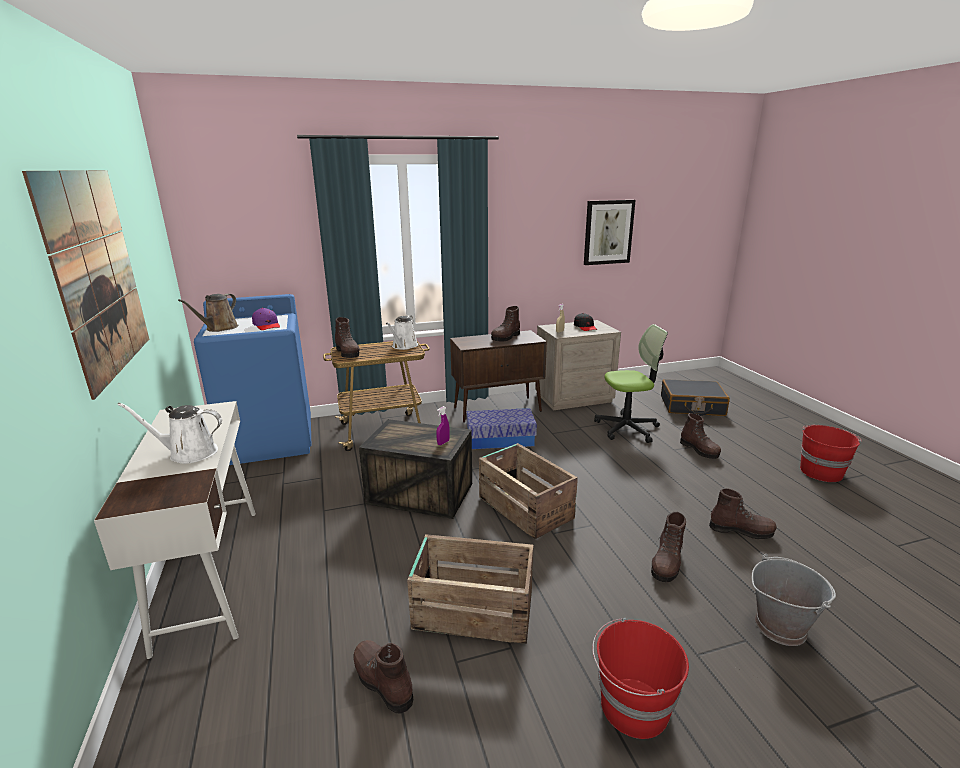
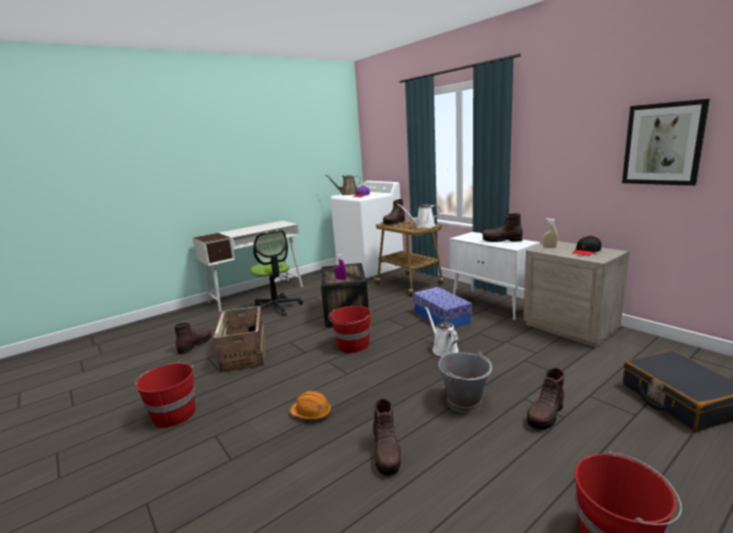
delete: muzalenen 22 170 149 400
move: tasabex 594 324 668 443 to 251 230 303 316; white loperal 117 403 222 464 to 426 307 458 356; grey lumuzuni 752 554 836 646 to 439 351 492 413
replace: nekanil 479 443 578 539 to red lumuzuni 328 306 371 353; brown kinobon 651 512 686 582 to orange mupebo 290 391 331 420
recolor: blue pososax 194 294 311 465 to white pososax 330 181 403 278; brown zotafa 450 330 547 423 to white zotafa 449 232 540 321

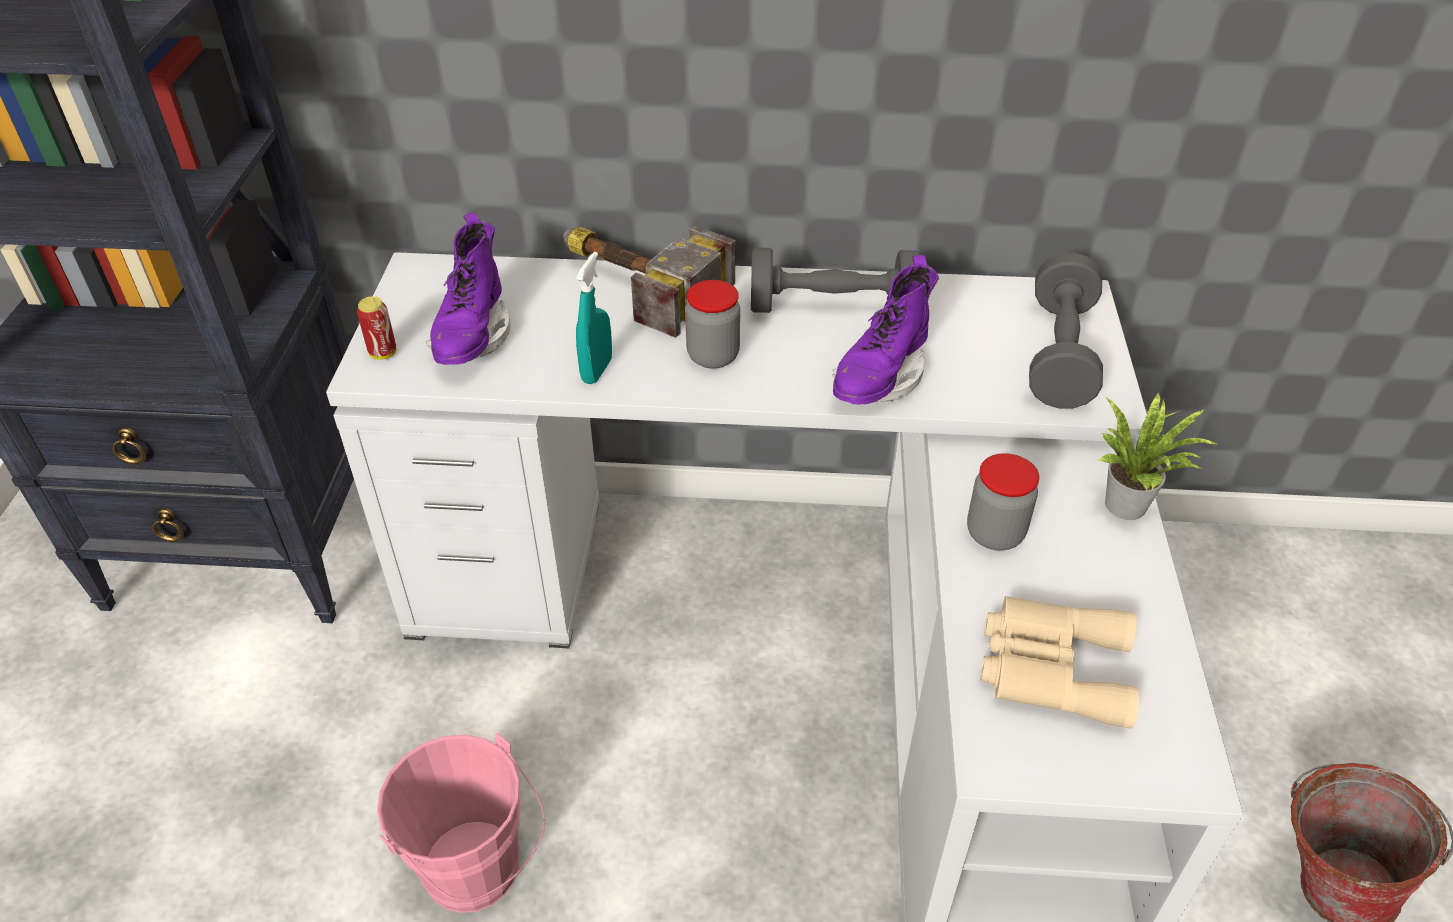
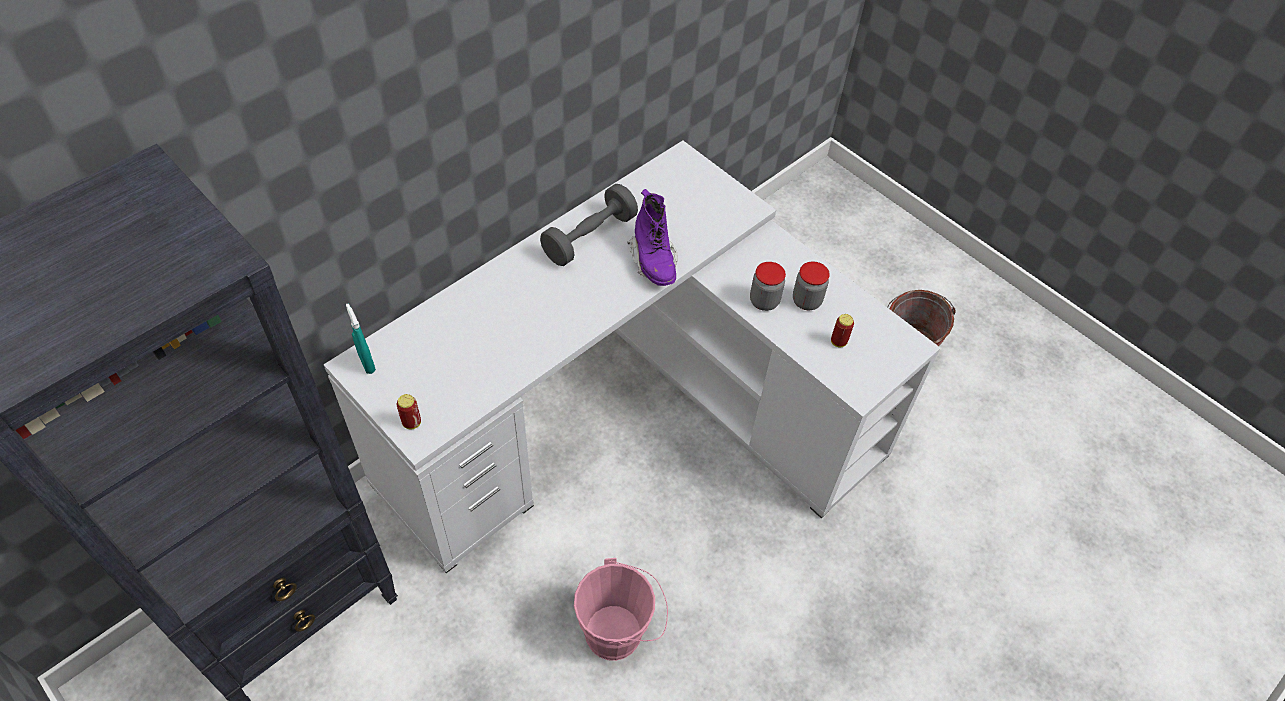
delete: purple kinobon 426 212 510 365; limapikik 563 225 736 338; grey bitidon 1029 253 1103 408; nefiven 1098 393 1219 520
move: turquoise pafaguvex 576 252 612 384 to 346 304 376 374; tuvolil 685 280 740 369 to 793 261 830 310
replace: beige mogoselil 981 596 1139 729 to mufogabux 831 314 854 347

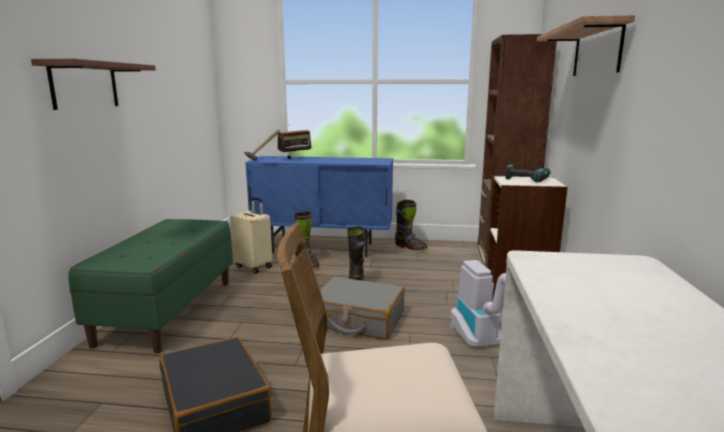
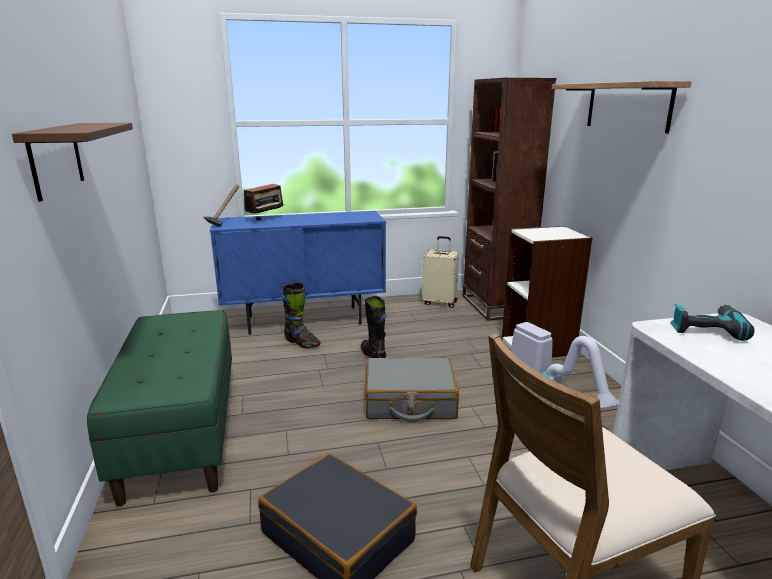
delete: black kinobon 395 200 428 250
move: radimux 506 164 551 182 to 670 304 755 341; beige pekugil 230 197 272 273 to 422 236 459 308

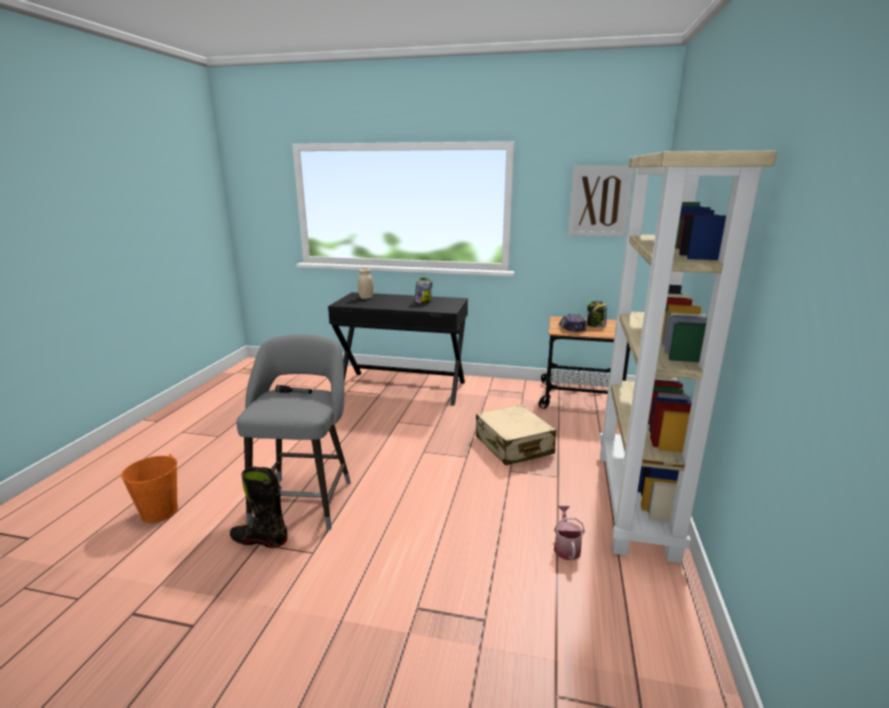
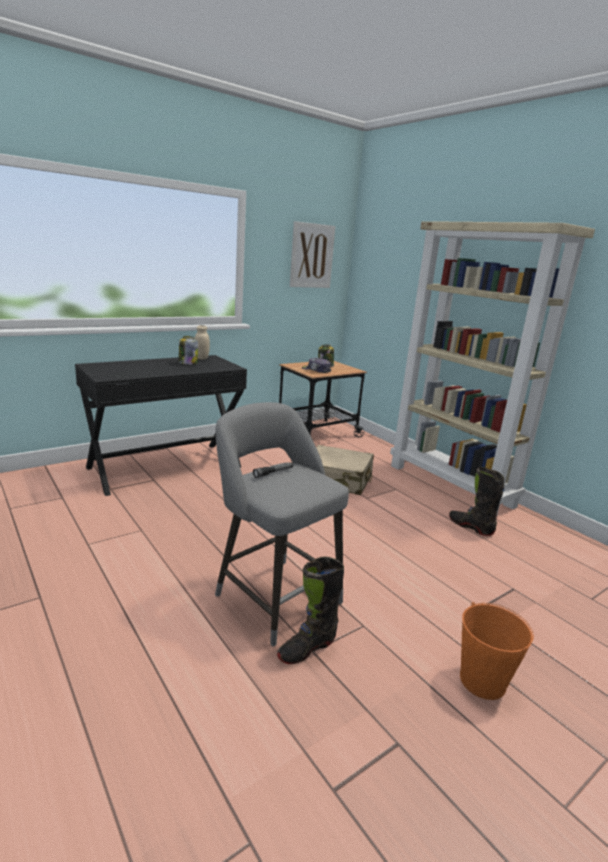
move: beige tuvolil 358 268 373 299 to 195 325 210 360; orange lumuzuni 121 454 178 523 to 460 602 534 700
replace: loperal 554 506 585 560 to black kinobon 449 467 505 536

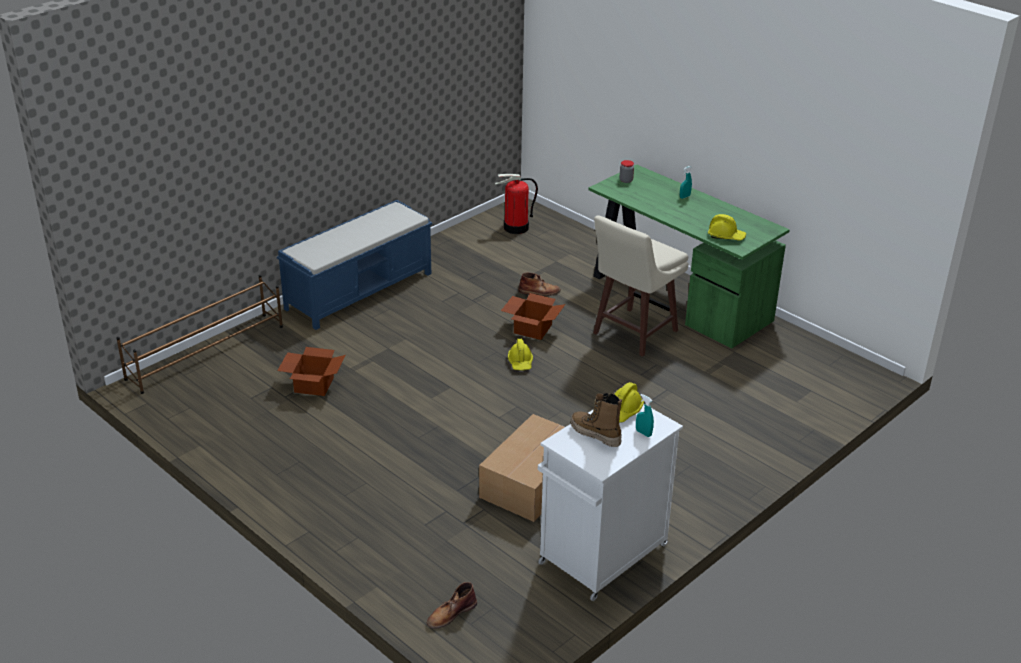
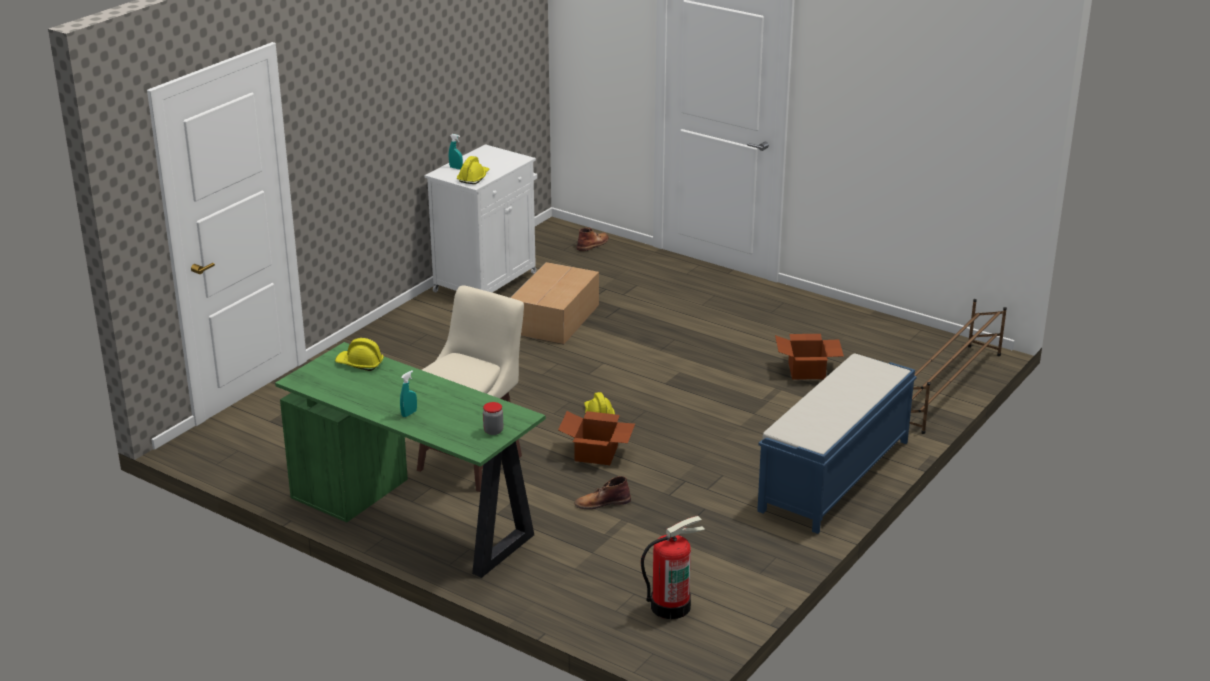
delete: kinobon 571 393 622 447

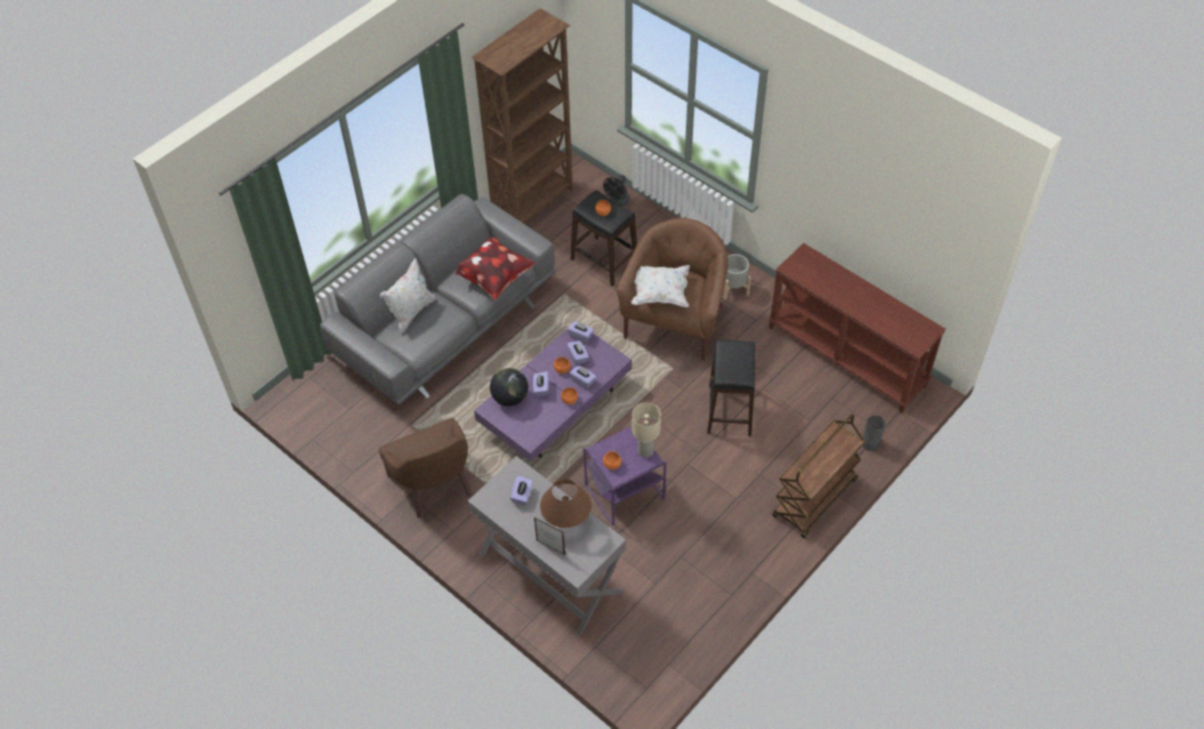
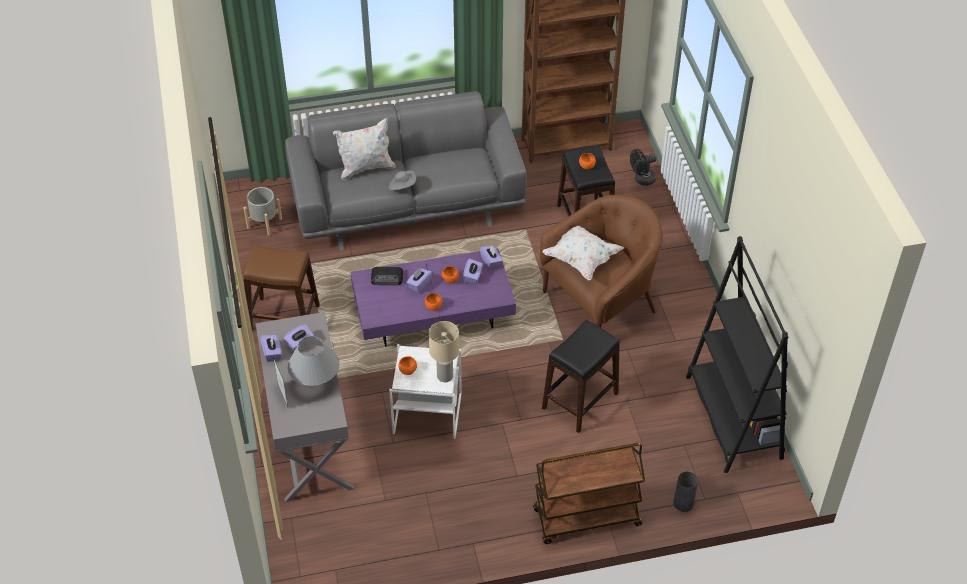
delete: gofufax 456 237 536 300
insert: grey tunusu 389 170 416 190
move: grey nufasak 724 254 751 300 to 244 187 282 236; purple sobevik 569 365 596 389 to 260 335 282 362
replace: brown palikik 768 243 946 413 to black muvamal 686 236 788 473; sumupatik 490 368 528 406 to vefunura 371 267 403 285; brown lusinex 379 418 472 518 to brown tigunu 243 246 320 330
recolor: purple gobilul 583 422 666 526 to white gobilul 389 344 462 439; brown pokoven 540 479 591 528 to grey pokoven 287 336 340 386

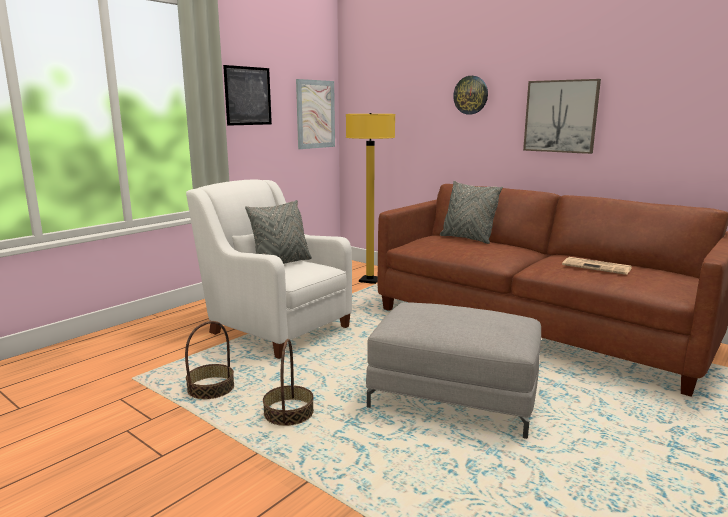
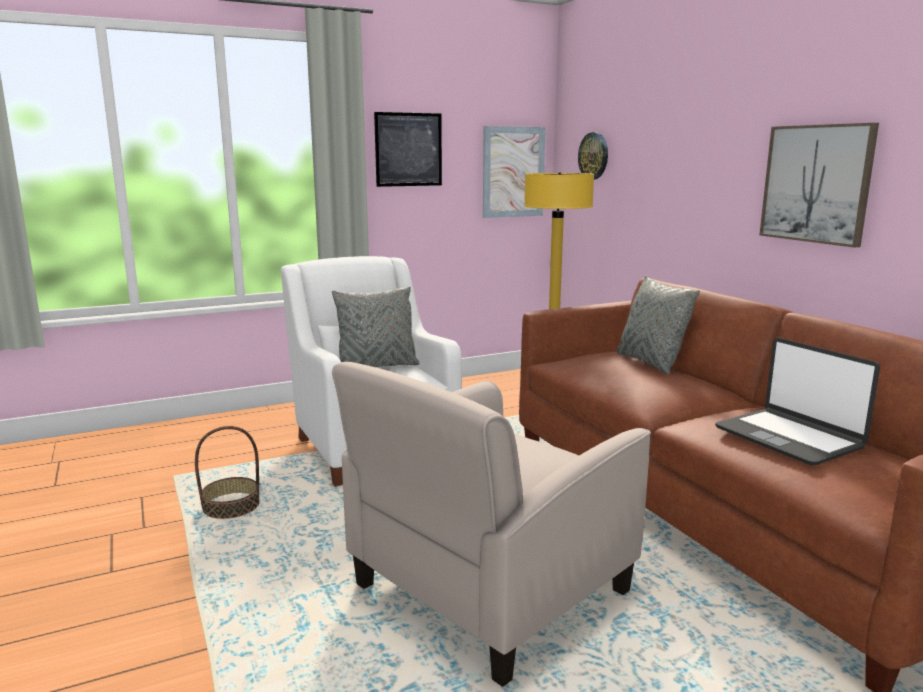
delete: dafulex 263 339 314 426
move: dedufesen 453 76 488 114 to 578 132 608 180
replace: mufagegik 562 257 632 275 to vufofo 715 338 880 465; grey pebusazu 366 302 541 439 to beige lusinex 332 362 651 687

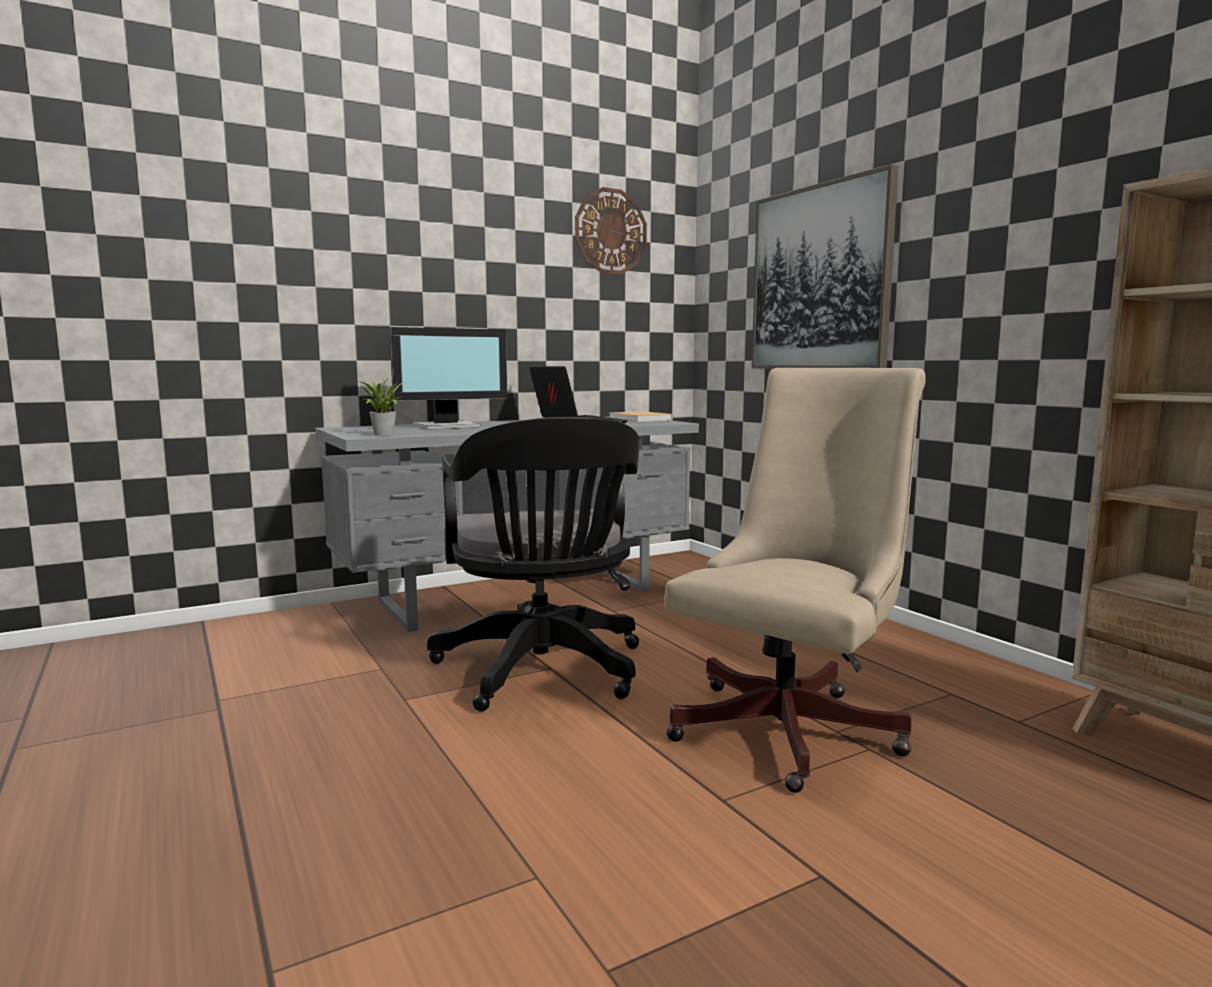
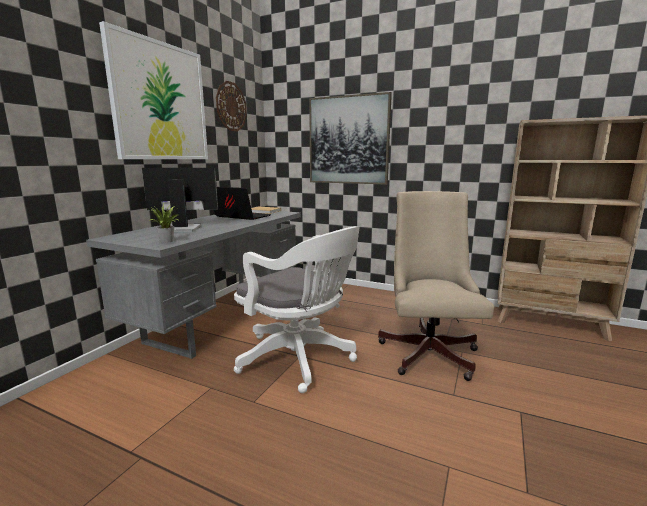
insert: muzalenen 99 21 208 159
recolor: black tasabex 427 417 640 712 to white tasabex 234 226 360 393
rotate: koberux 389 327 507 430 = 142 168 218 232 120 degrees counterclockwise

